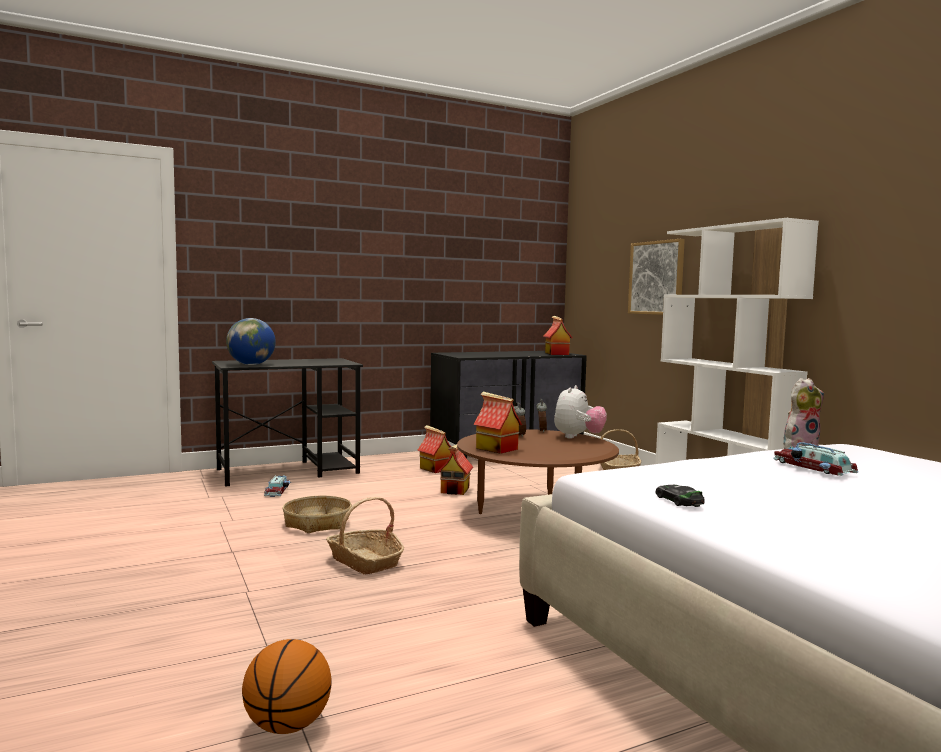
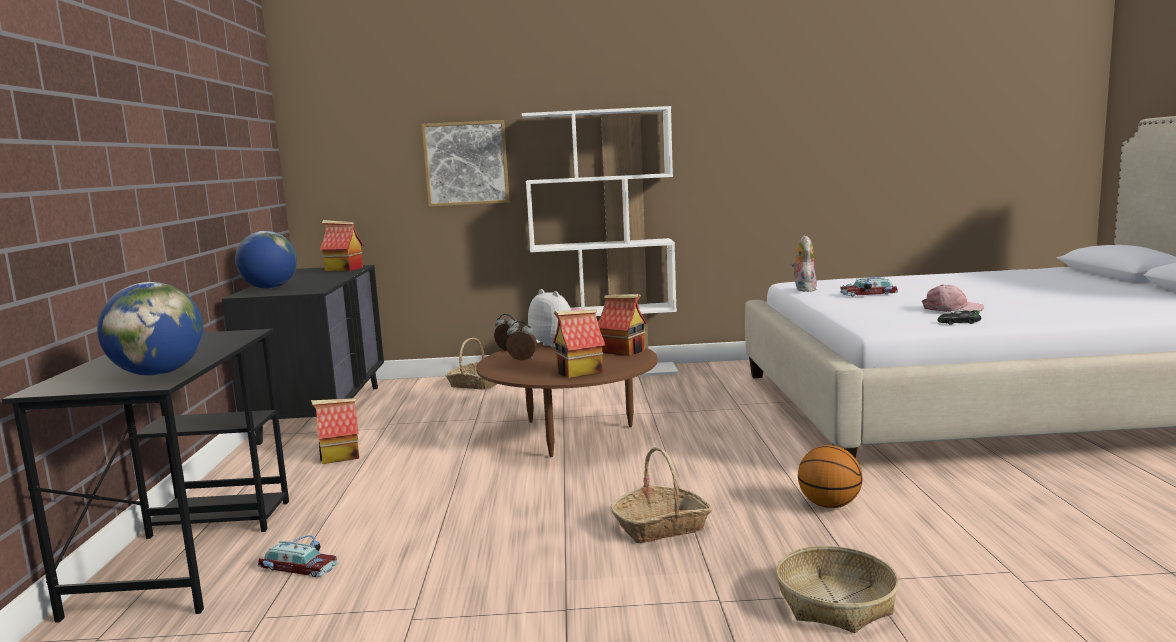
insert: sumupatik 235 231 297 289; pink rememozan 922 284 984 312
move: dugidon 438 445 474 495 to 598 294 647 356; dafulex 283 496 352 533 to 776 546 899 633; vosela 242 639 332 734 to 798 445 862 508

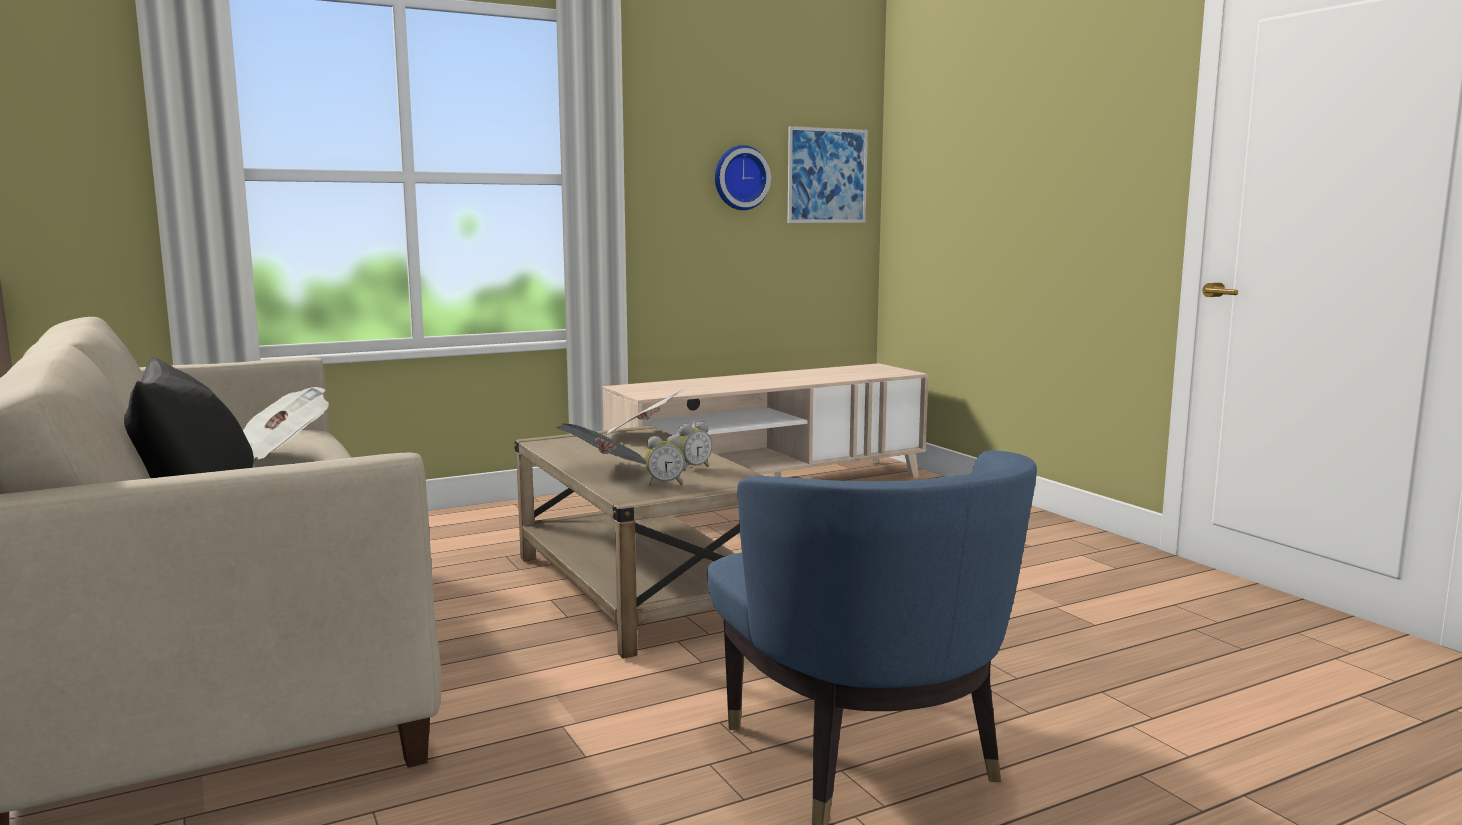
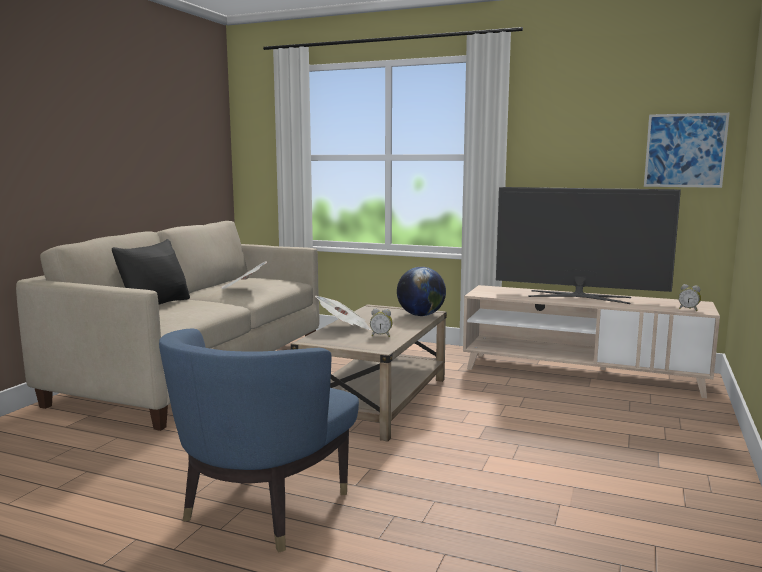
delete: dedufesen 715 145 771 210
insert: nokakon 496 187 681 304
move: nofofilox 645 435 685 486 to 678 284 701 311
replace: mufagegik 604 389 685 436 to sumupatik 397 267 446 316

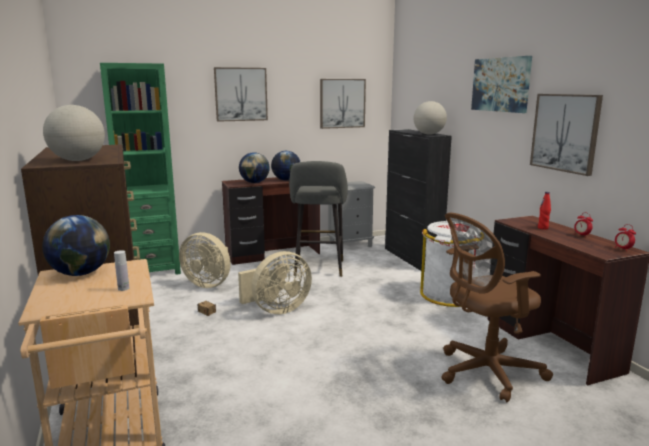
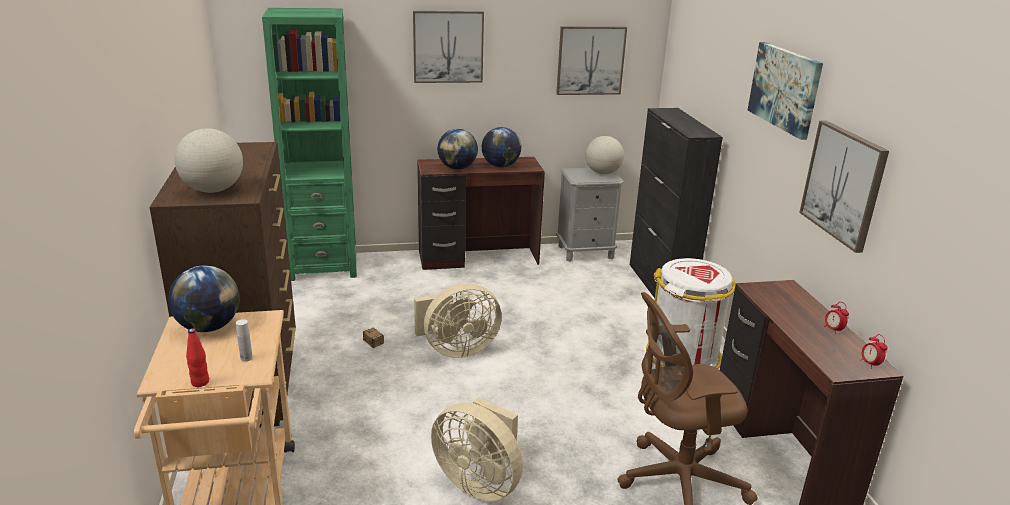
delete: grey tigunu 289 161 348 277
move: sumupatik 413 101 447 135 to 586 136 624 174; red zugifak 538 192 551 230 to 186 328 209 387; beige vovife 179 232 231 288 to 431 397 523 502

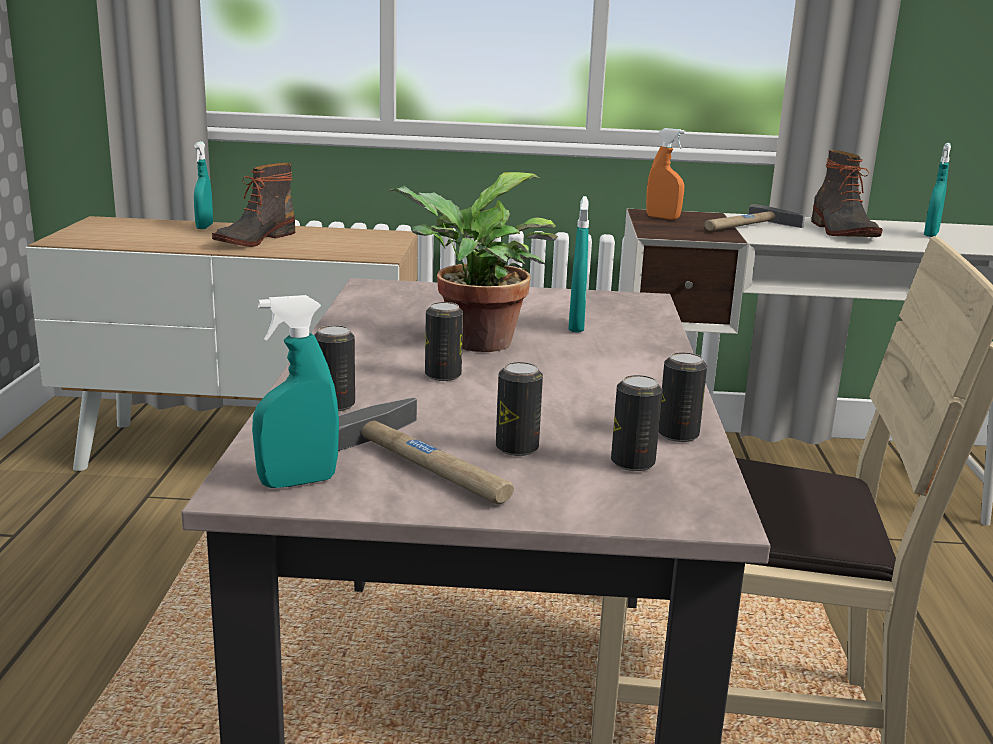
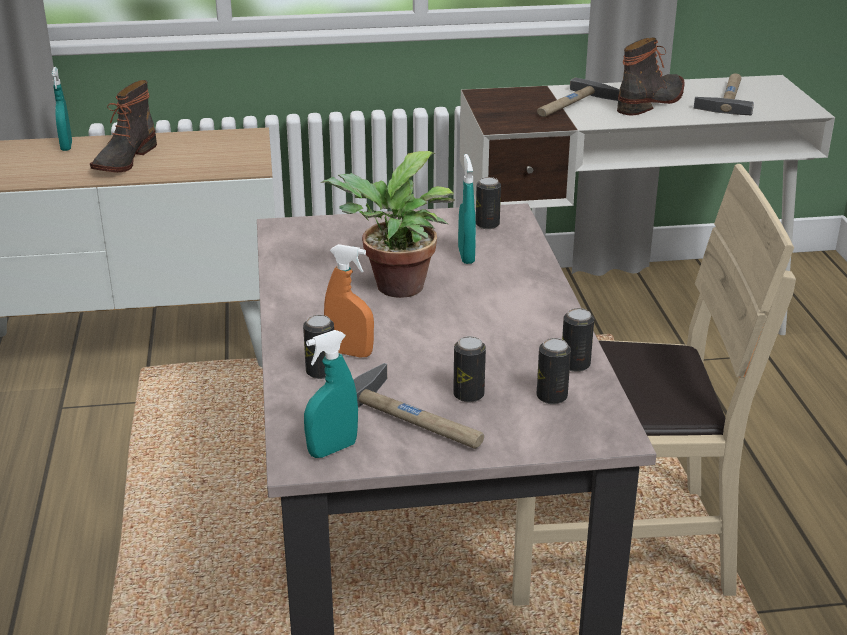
move: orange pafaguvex 646 128 685 220 to 324 244 374 358; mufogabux 425 302 463 381 to 476 177 501 229
replace: turquoise pafaguvex 924 143 951 237 to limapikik 693 73 754 115
rotate: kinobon 811 150 883 237 = 617 37 685 115 120 degrees counterclockwise

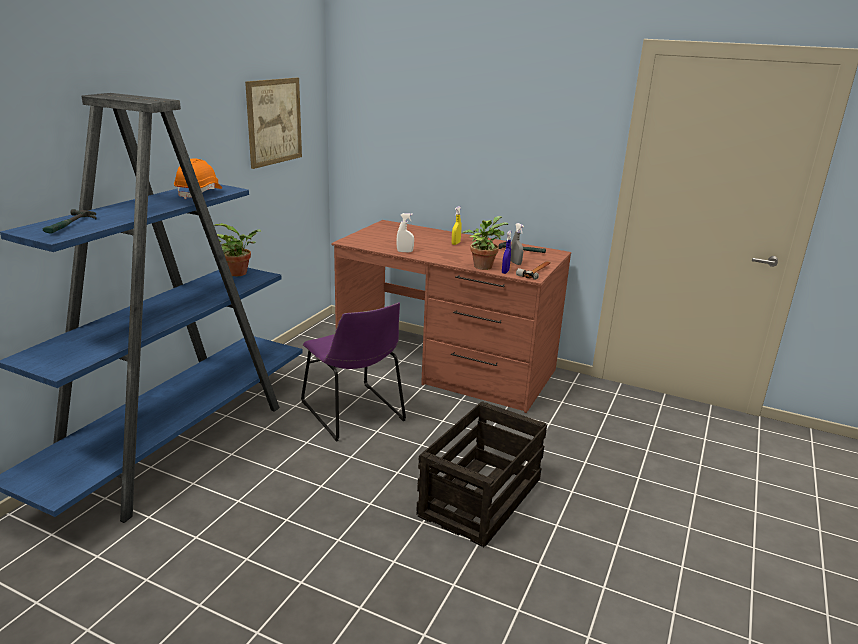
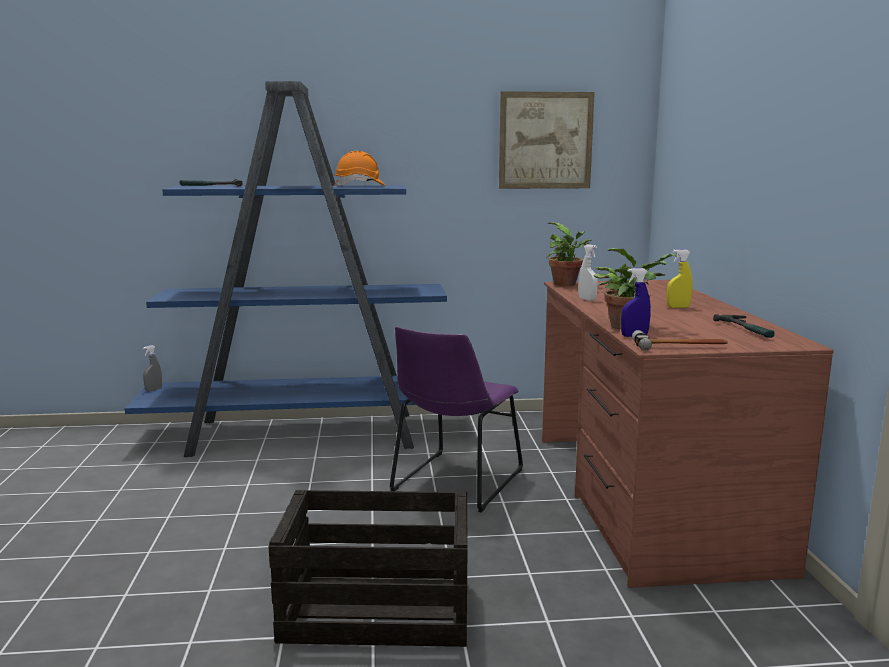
move: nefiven 214 223 261 276 to 546 222 592 286; grey pafaguvex 510 223 524 265 to 143 345 162 392

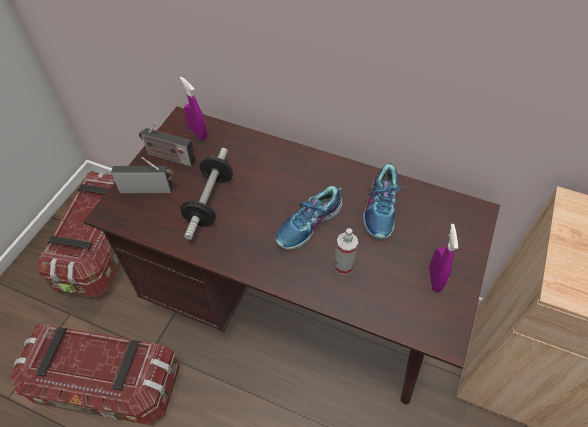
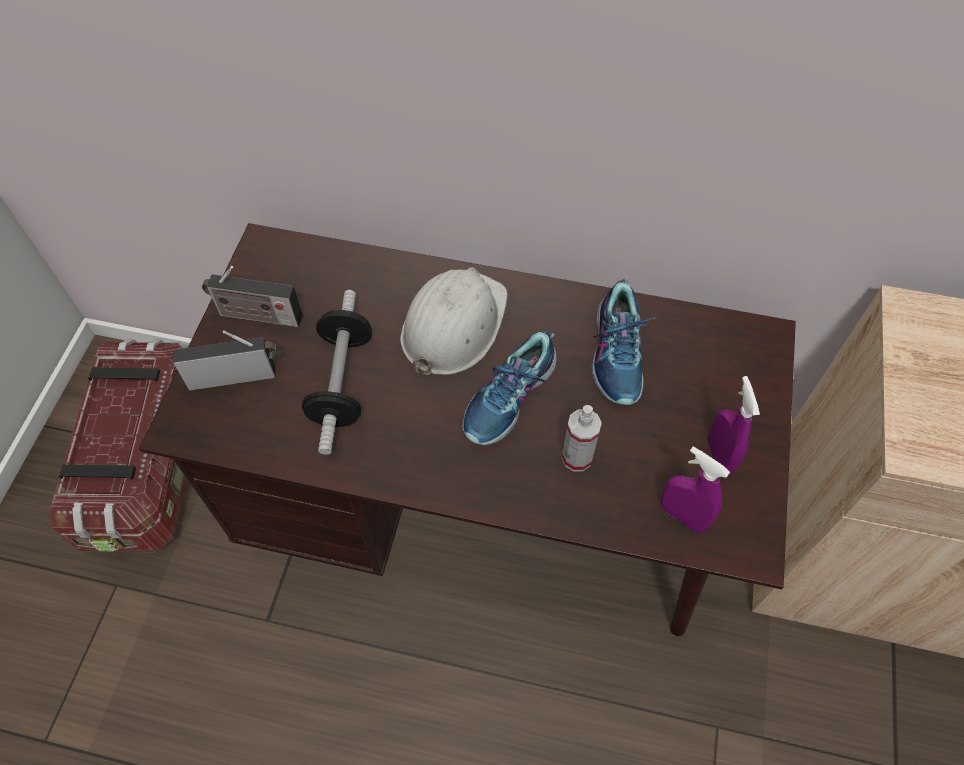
delete: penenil 10 324 180 425
insert: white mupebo 400 268 508 375
move: purple pafaguvex 180 77 207 140 to 662 446 730 533

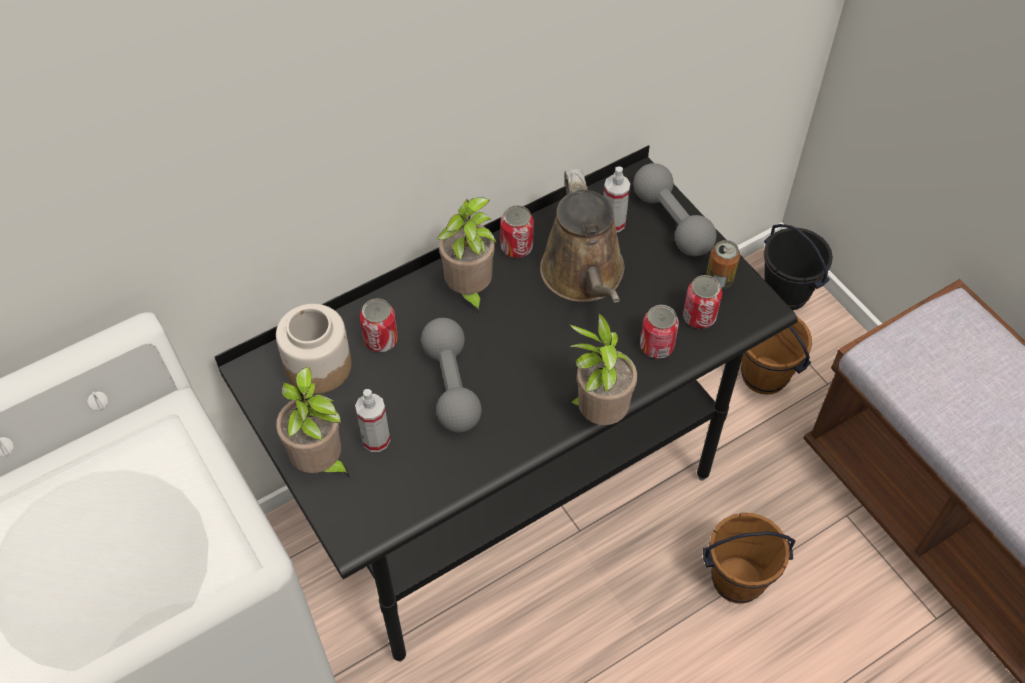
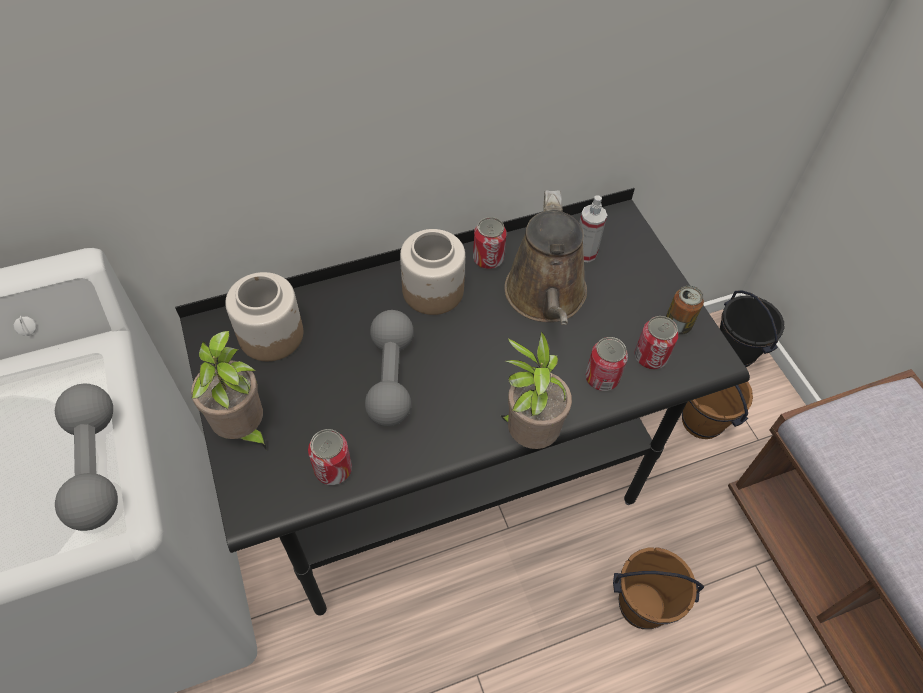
delete: pafaguvex 355 389 390 452
move: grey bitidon 633 163 717 256 to 55 384 118 531; mufogabux 360 298 398 352 to 308 429 352 485
replace: nefiven 437 197 497 316 to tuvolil 400 229 465 315

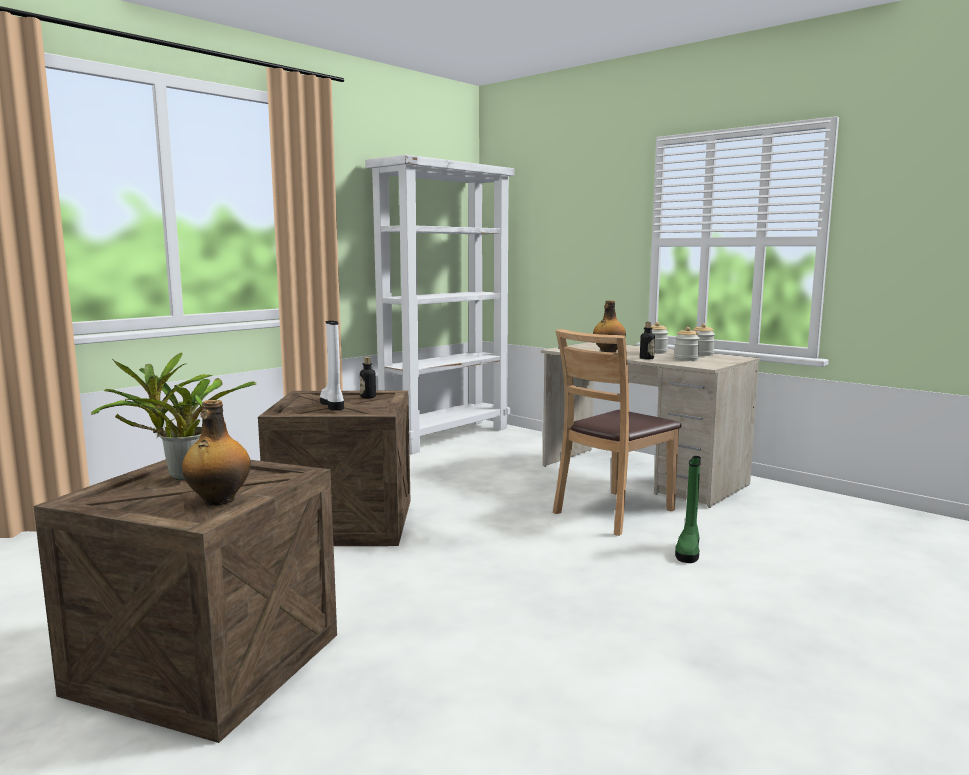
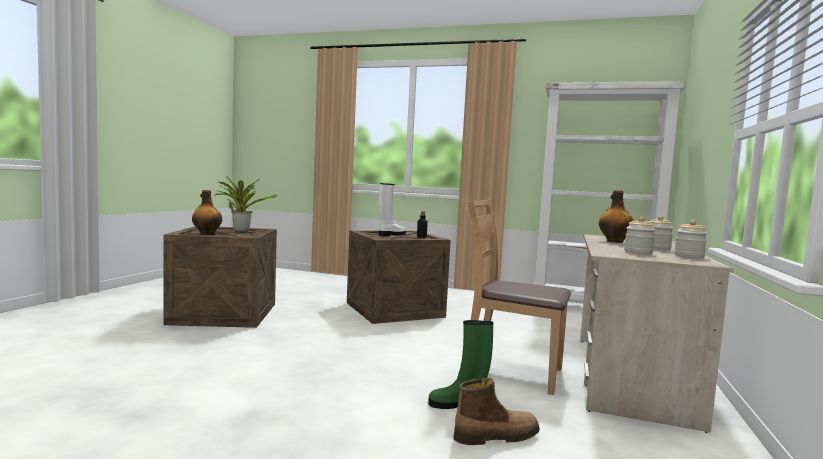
delete: zugifak 640 322 655 359
insert: kinobon 453 378 540 445

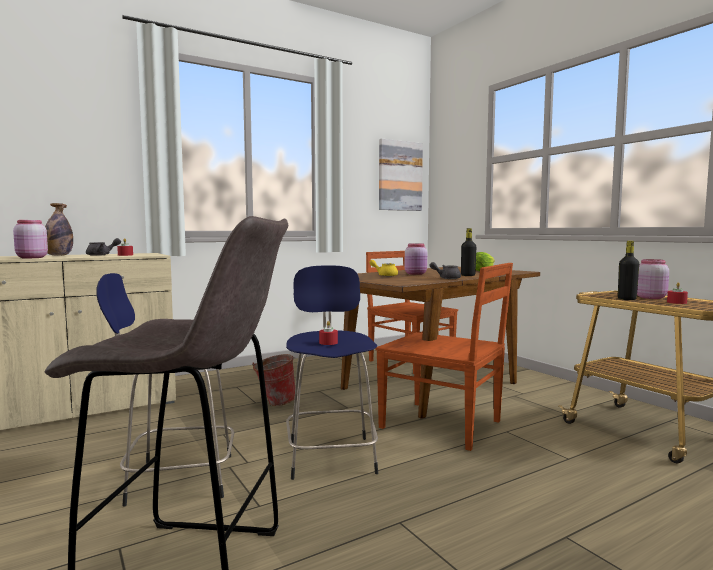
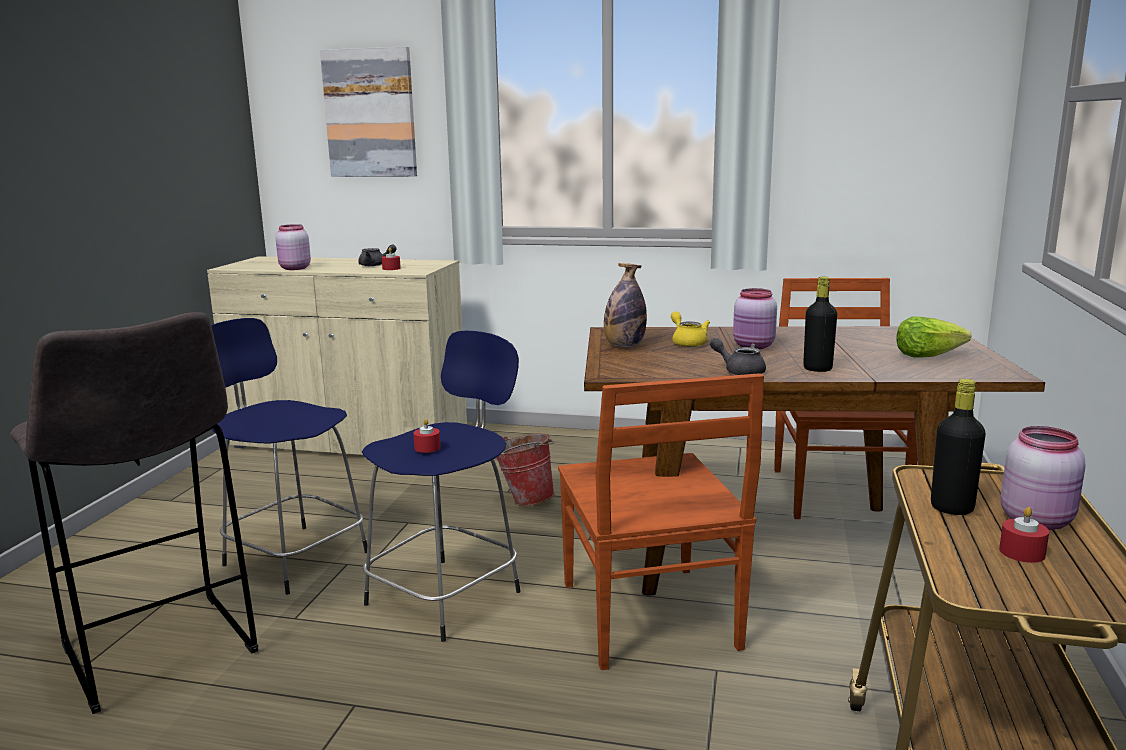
move: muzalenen 379 139 423 211 to 320 46 417 177; zugifak 45 203 73 256 to 604 263 647 347

